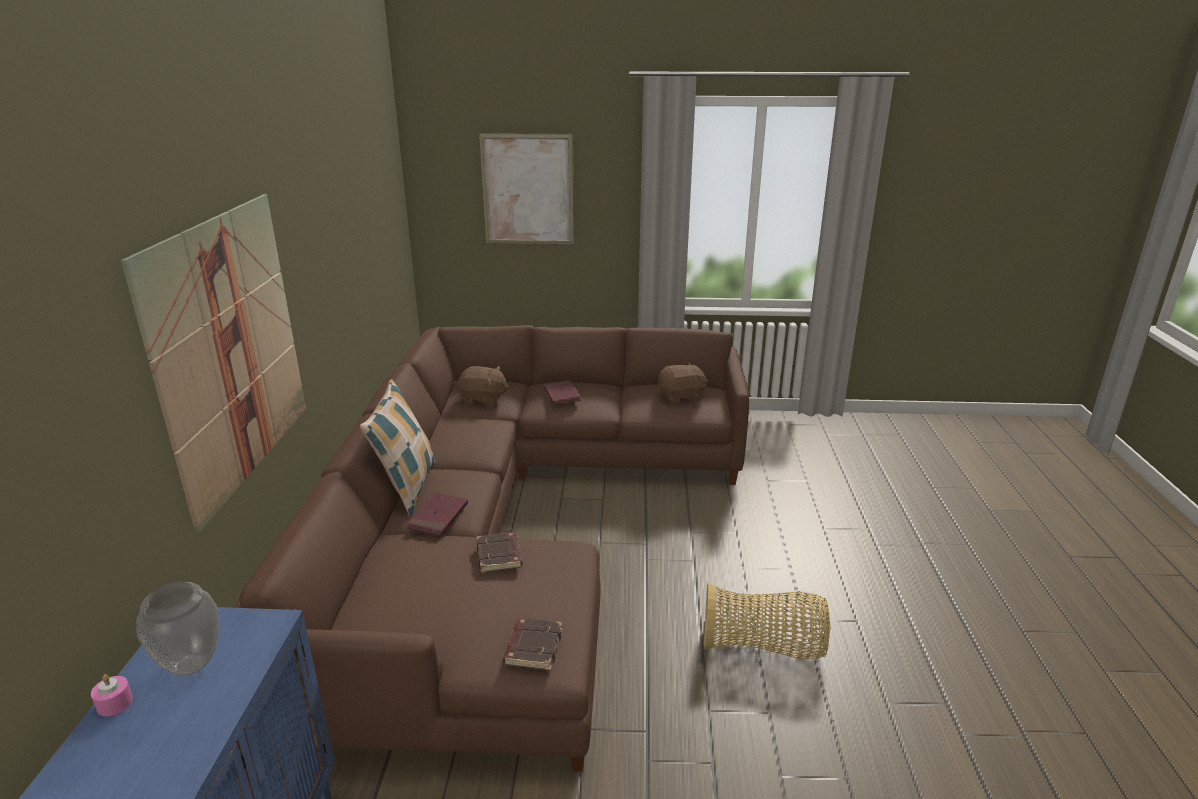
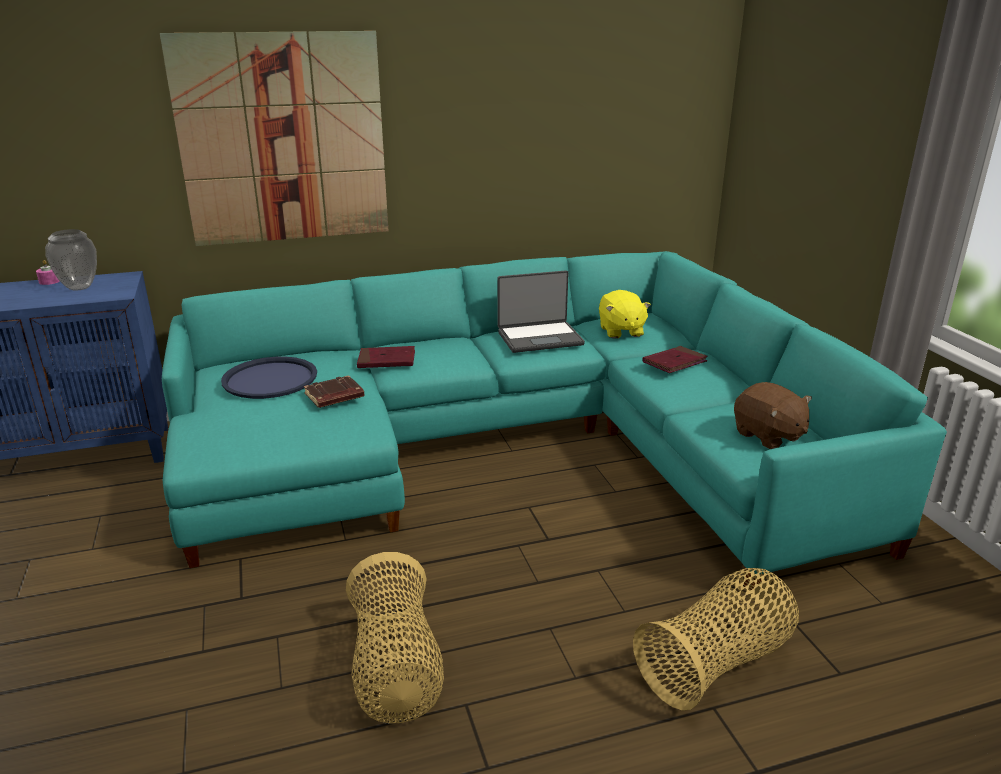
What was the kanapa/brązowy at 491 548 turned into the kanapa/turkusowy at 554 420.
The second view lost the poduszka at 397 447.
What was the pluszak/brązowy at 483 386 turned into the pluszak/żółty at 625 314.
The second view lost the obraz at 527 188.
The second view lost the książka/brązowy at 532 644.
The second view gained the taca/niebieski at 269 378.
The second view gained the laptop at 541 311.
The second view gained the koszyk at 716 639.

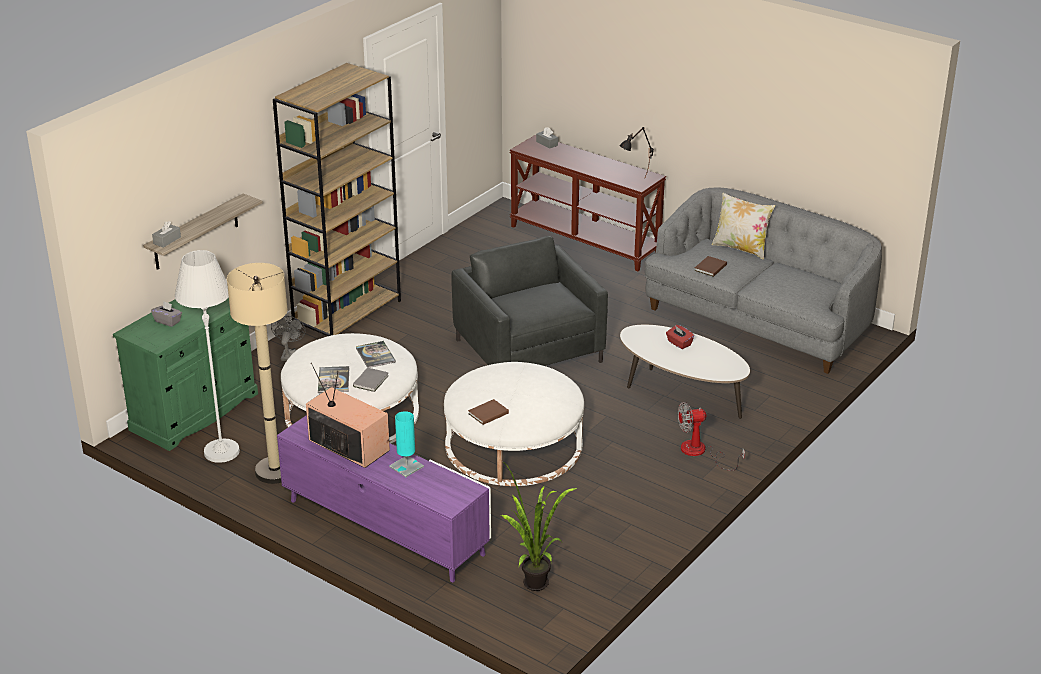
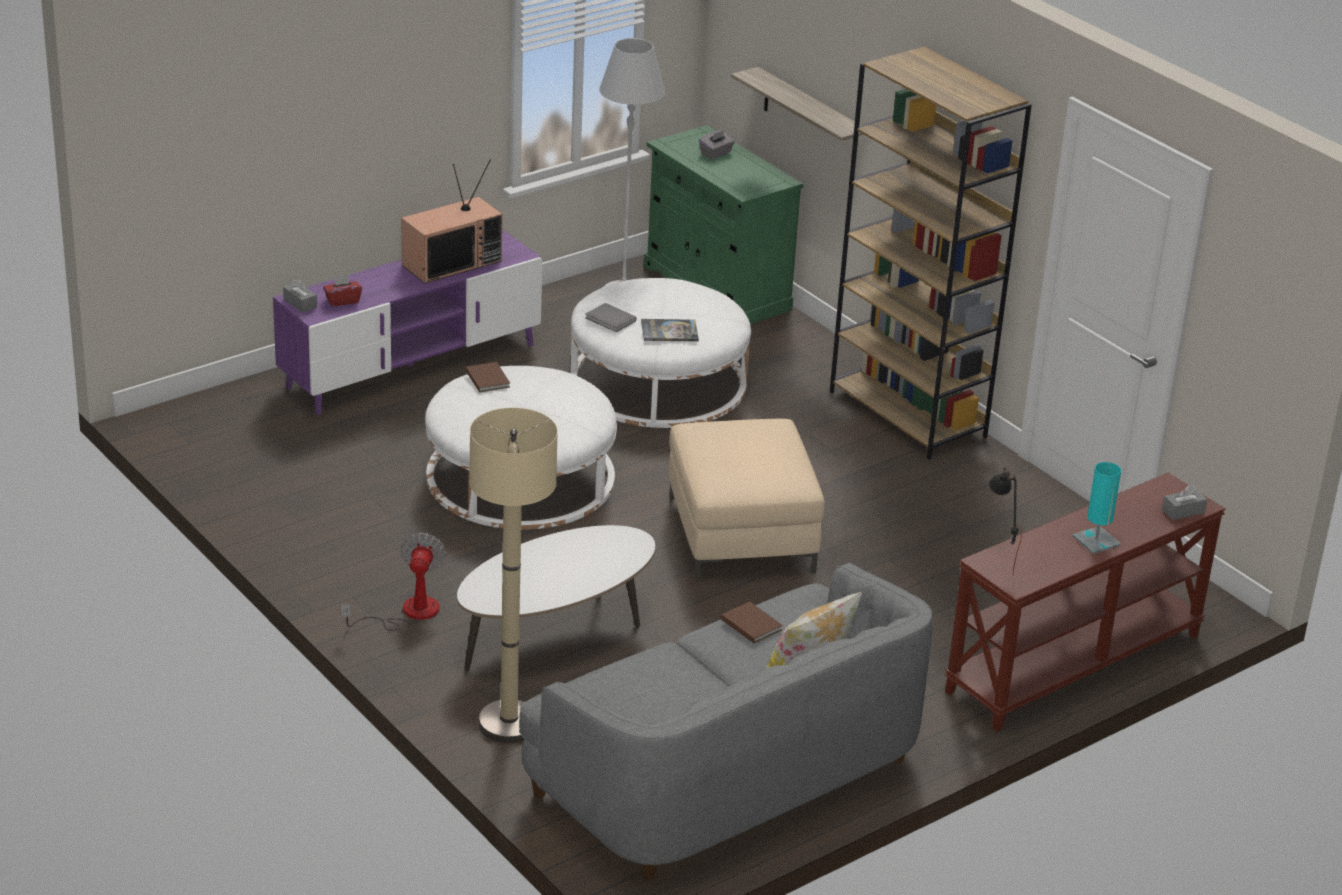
The pudełko chusteczek/szary ended up elsewhere, having gone from 166 234 to 300 295.
The lampa stojąca/beżowy ended up elsewhere, having gone from 257 373 to 513 575.
The second view lost the wentylator/szary at 288 338.
The second view lost the książka at 333 379.
The lampa stołowa/turkusowy ended up elsewhere, having gone from 406 444 to 1096 508.
Where the fotel/szary stood at 529 301, the pufa/beżowy came to stand at 747 500.
The second view lost the roślina doniczkowa at 539 526.
The pudełko chusteczek/czerwony ended up elsewhere, having gone from 680 337 to 342 290.

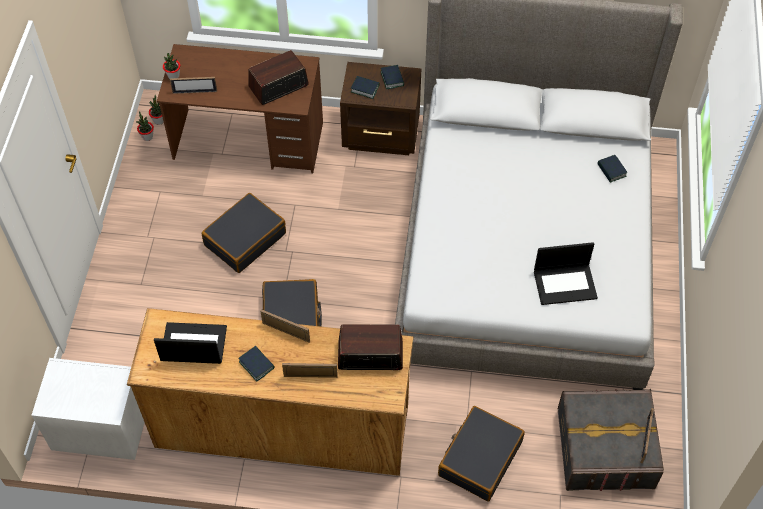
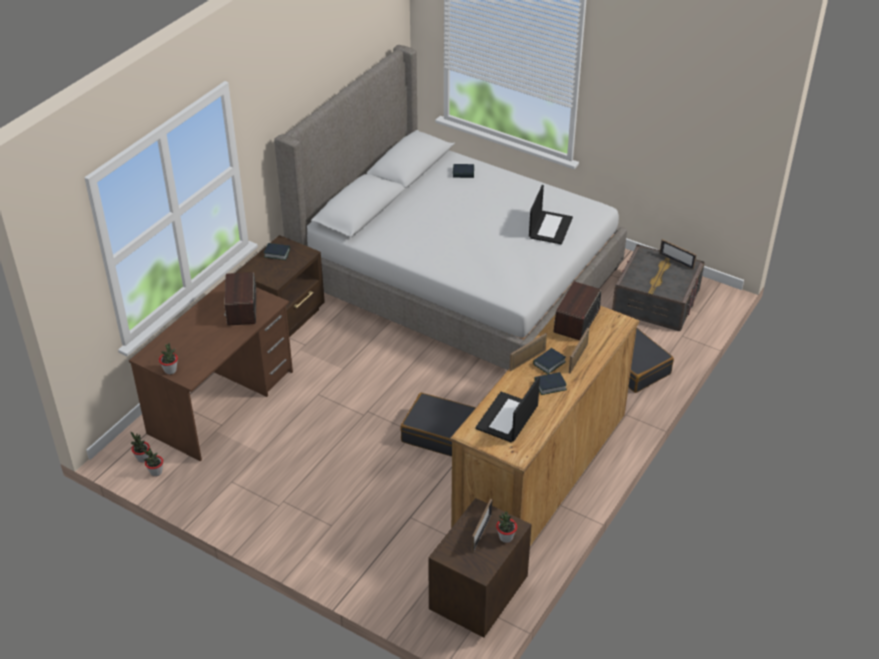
What was the szafka nocna/biały at 87 409 turned into the szafka nocna/brązowy at 480 568.
The ramka na zdjęcie ended up elsewhere, having gone from 193 85 to 482 526.
The second view lost the walizka/czarny at 244 233.
The książka ended up elsewhere, having gone from 365 87 to 549 361.
The second view gained the roślina doniczkowa at 506 527.

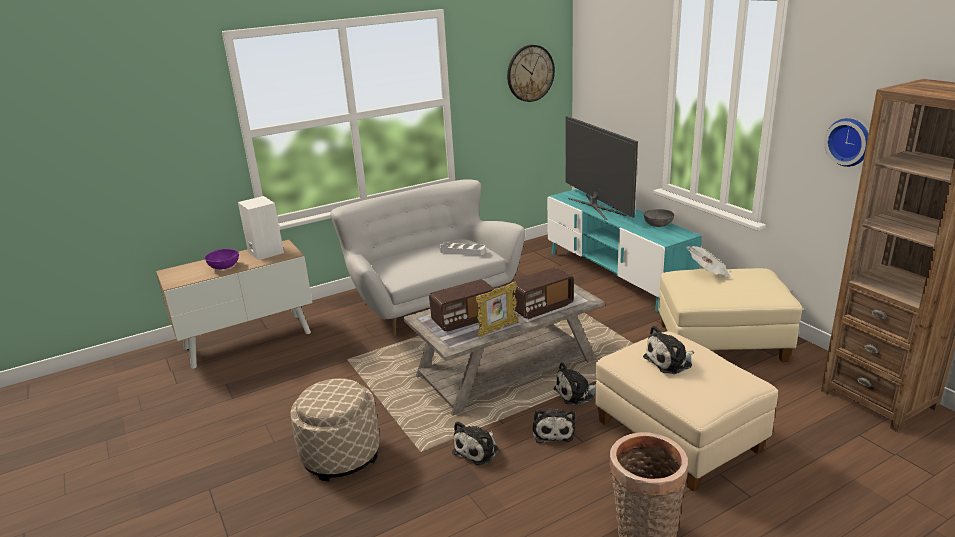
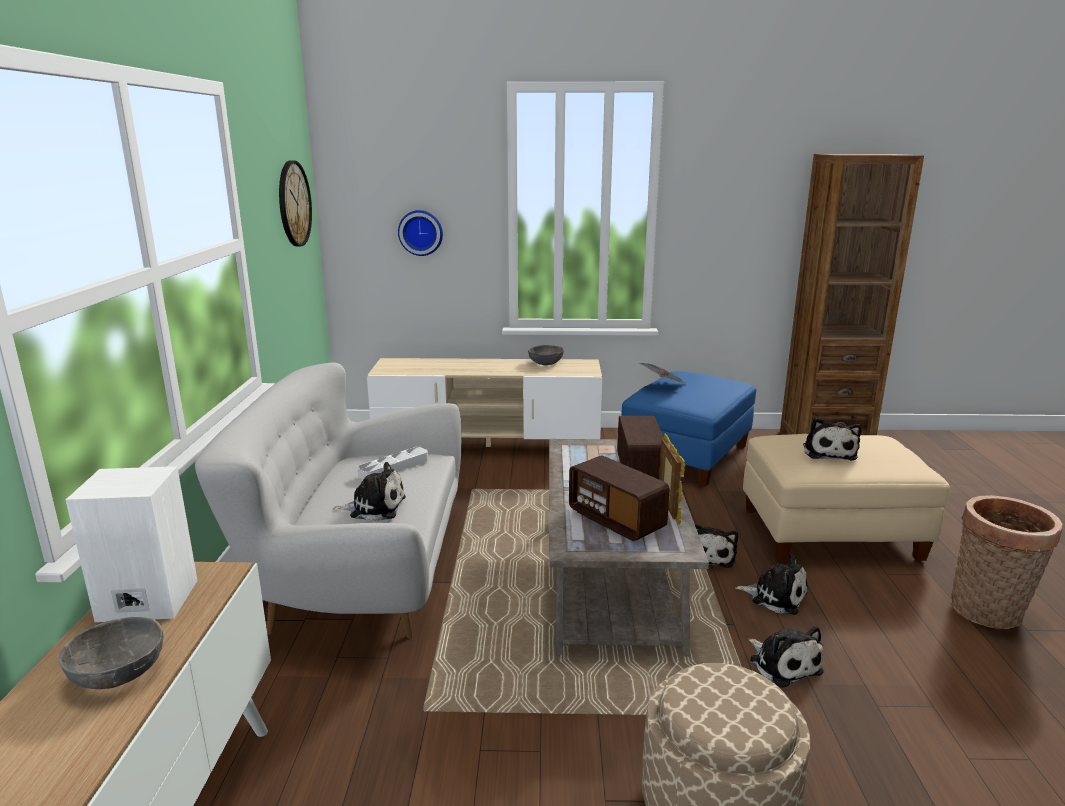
What was the miska/fioletowy at 222 259 turned into the miska/szary at 111 653.
The radio at 461 305 ended up facing another way, 135 degrees clockwise from before.
What was the szafka pod telewizor/turkusowy at 624 250 turned into the szafka pod telewizor/beżowy at 484 402.
The second view lost the telewizor at 602 168.
What was the pufa/beżowy at 730 315 turned into the pufa/niebieski at 688 429.
The zegar ścienny ended up elsewhere, having gone from 846 142 to 420 233.
The second view gained the pluszak at 369 491.

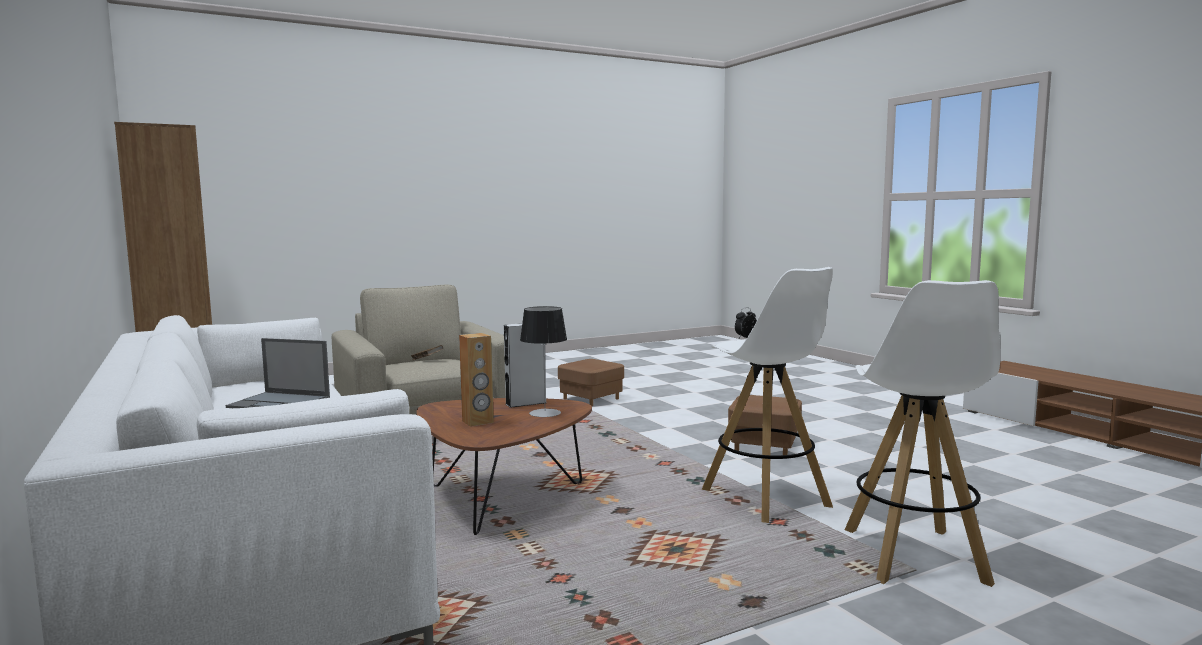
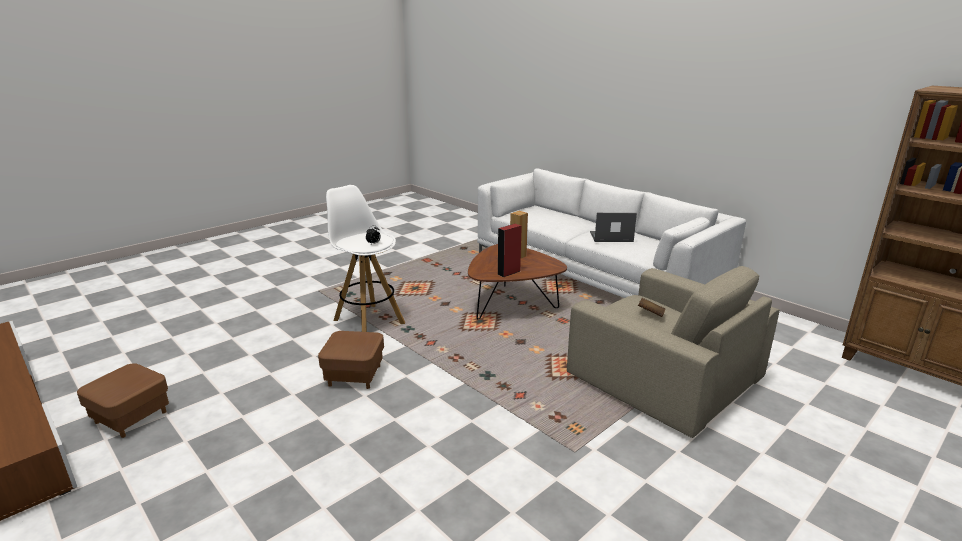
What was the głośnik/szary at 525 365 turned into the głośnik/czerwony at 509 250.
The second view lost the lampa stołowa at 543 361.
The pufa/brązowy ended up elsewhere, having gone from 591 382 to 123 400.
The second view lost the stołek/biały at 923 433.

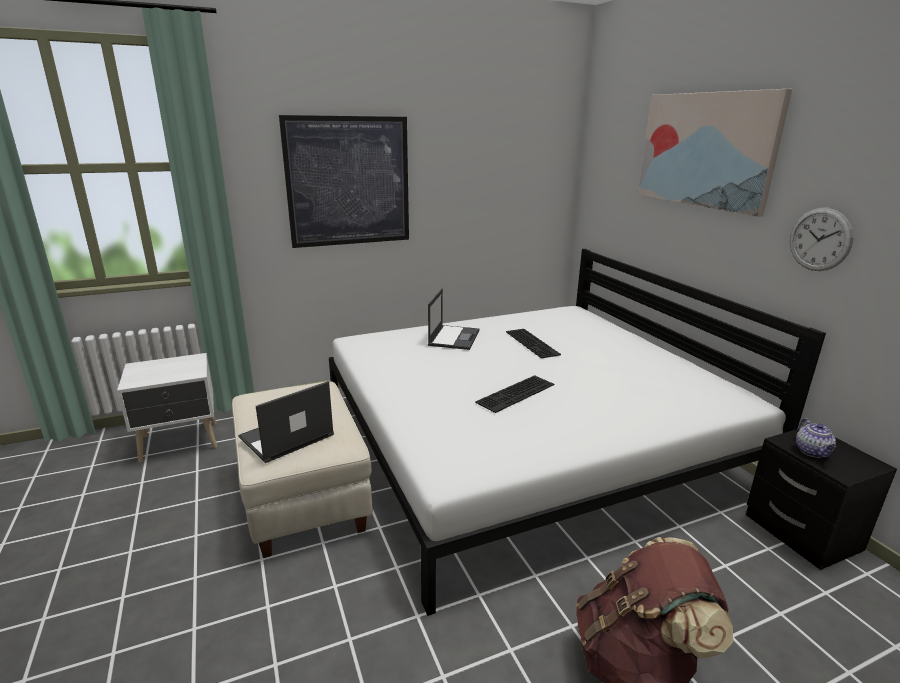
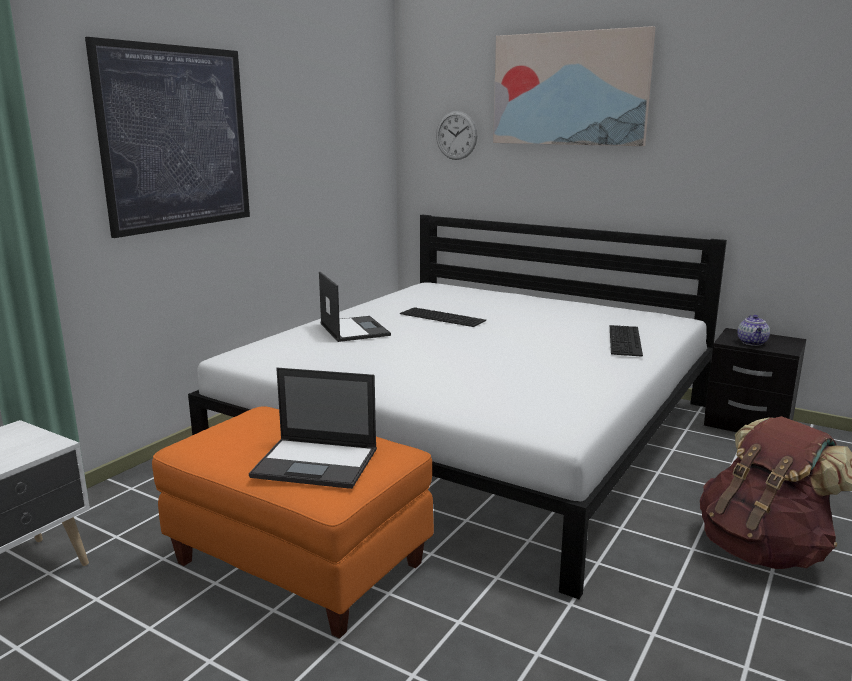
What was the pufa/beżowy at 302 469 turned into the pufa/pomarańczowy at 293 522.
The laptop at 286 422 ended up facing another way, 90 degrees counterclockwise from before.
The klawiatura ended up elsewhere, having gone from 514 394 to 626 341.
The zegar ścienny ended up elsewhere, having gone from 822 239 to 456 135.
The imbryk at 816 438 ended up facing another way, 45 degrees clockwise from before.

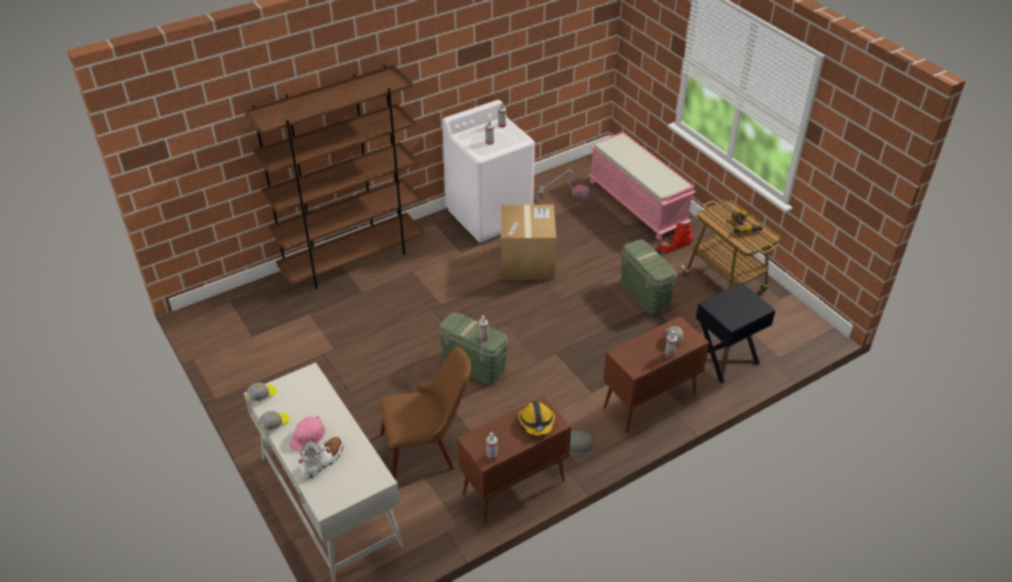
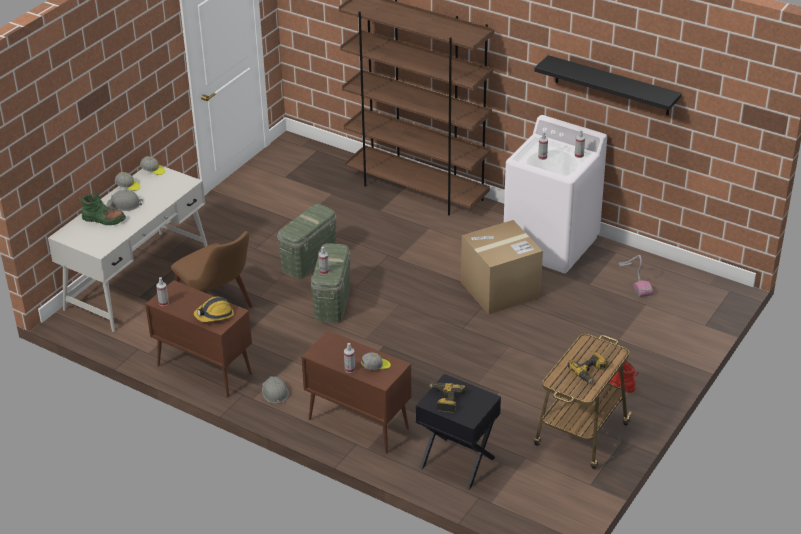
What was the kask/różowy at 308 434 turned into the kask/szary at 124 200.
What was the but z cholewką/biały at 321 458 turned into the but z cholewką/zielony at 102 209.
The second view lost the ławka/różowy at 642 186.
The pojemnik do przechowywania/zielony ended up elsewhere, having gone from 649 277 to 306 241.
The second view gained the wiertarka at 447 398.
The second view gained the półka/czarny at 608 85.

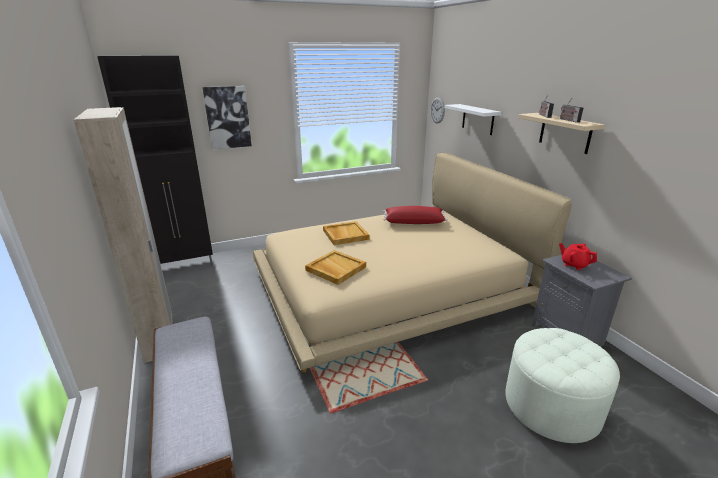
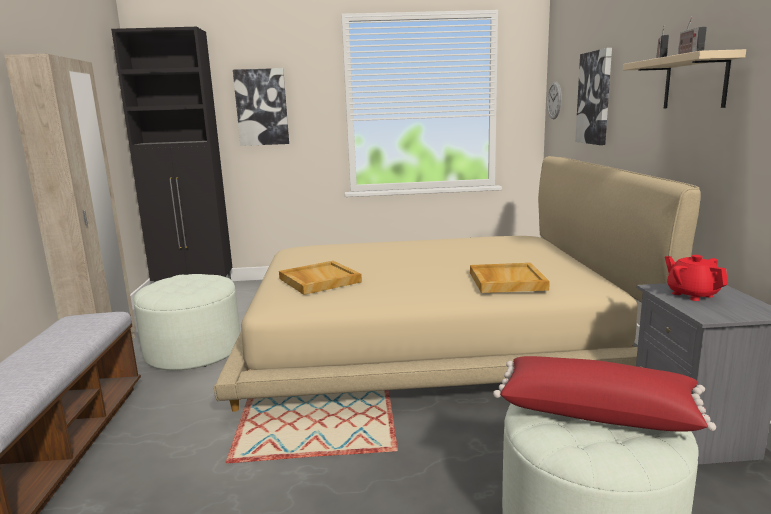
The taca/beżowy ended up elsewhere, having gone from 346 233 to 510 278.
The poduszka/czerwony ended up elsewhere, having gone from 415 215 to 604 394.
Where the półka/biały hung at 472 119, the obraz came to hang at 593 96.
The second view gained the pufa/biały at 186 322.

